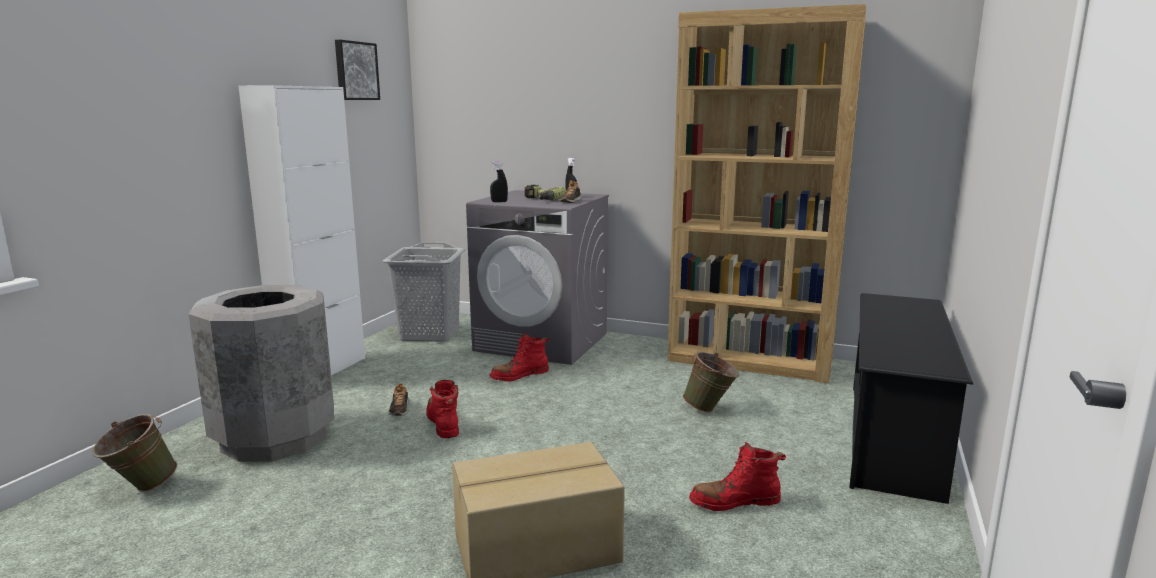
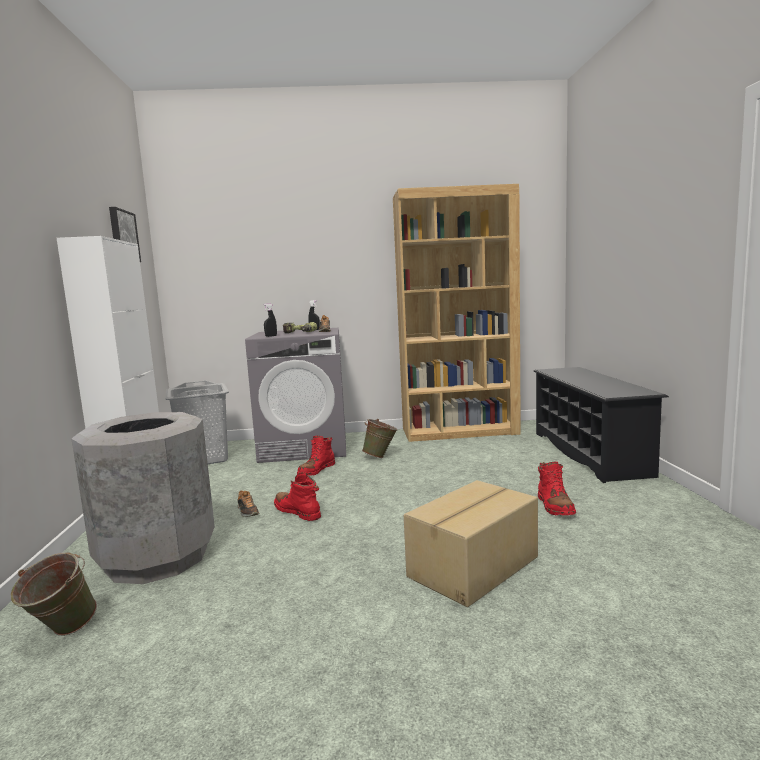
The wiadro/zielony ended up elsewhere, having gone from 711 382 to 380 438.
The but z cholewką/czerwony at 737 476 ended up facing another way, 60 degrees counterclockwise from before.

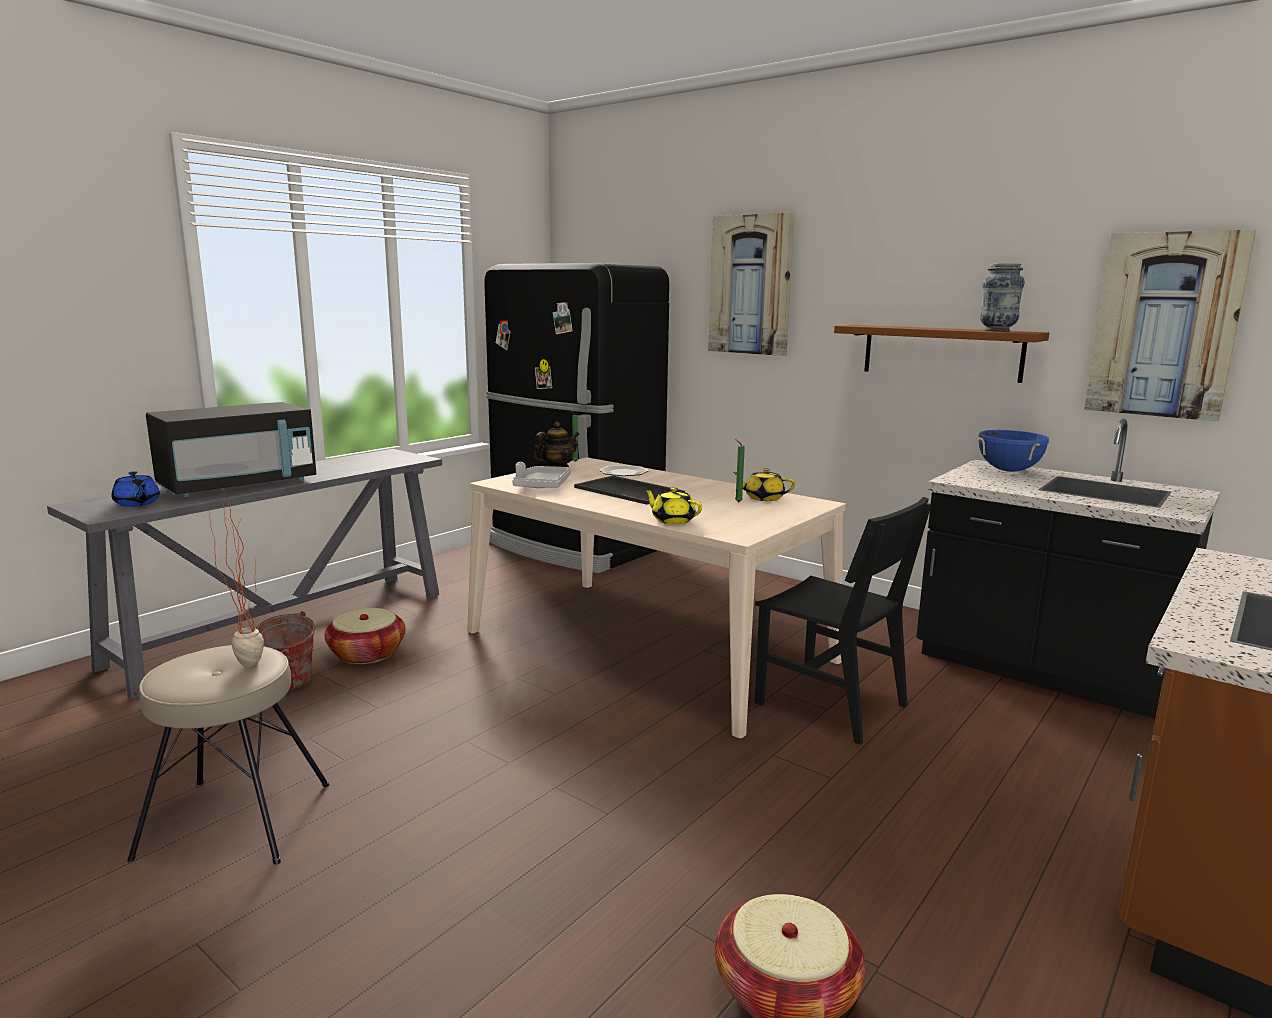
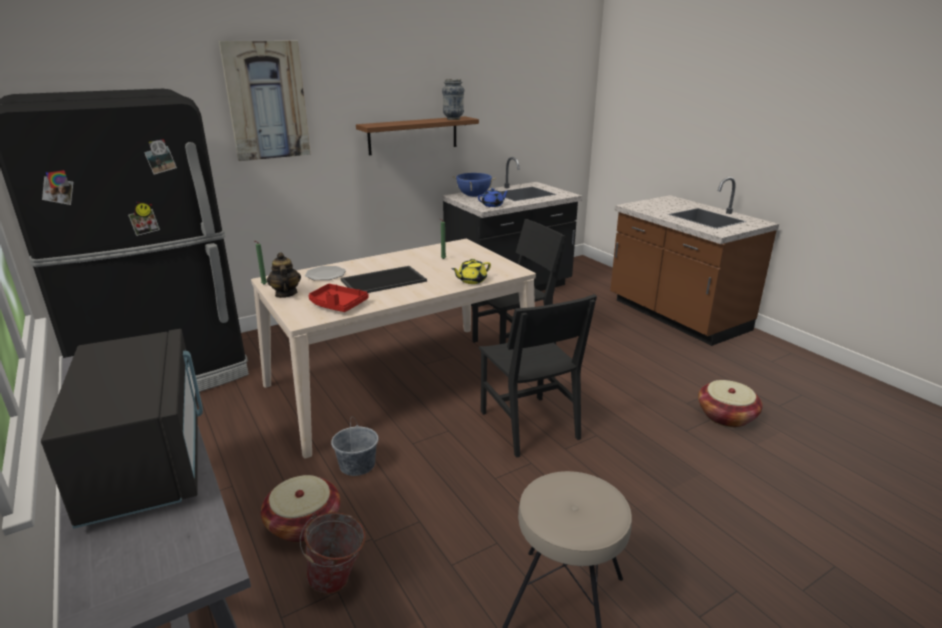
The imbryk/niebieski ended up elsewhere, having gone from 135 489 to 493 197.
The second view lost the roślina doniczkowa at 237 578.
What was the taca/szary at 541 475 turned into the taca/czerwony at 339 298.
The second view lost the imbryk/żółty at 764 484.
The second view lost the obraz at 1170 325.
The second view gained the wiadro/szary at 355 446.
The second view gained the krzesło/czarny at 538 376.

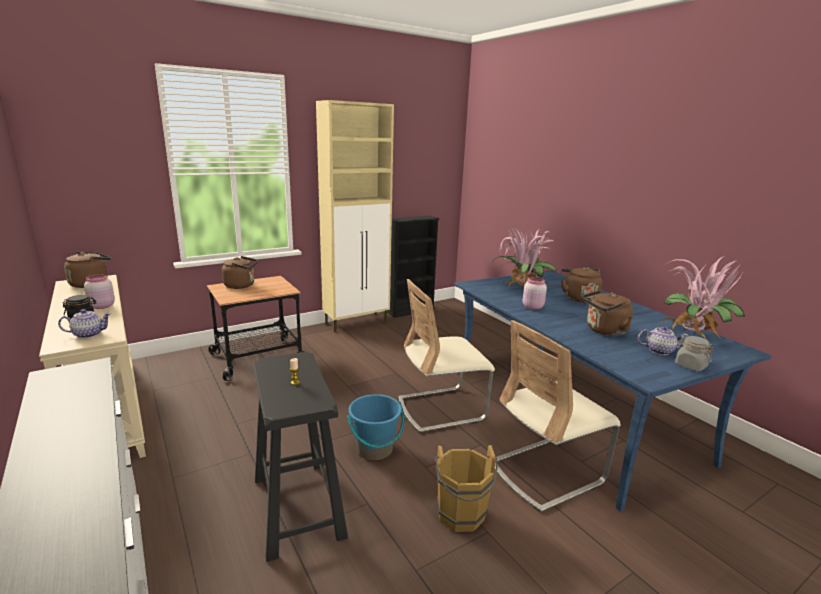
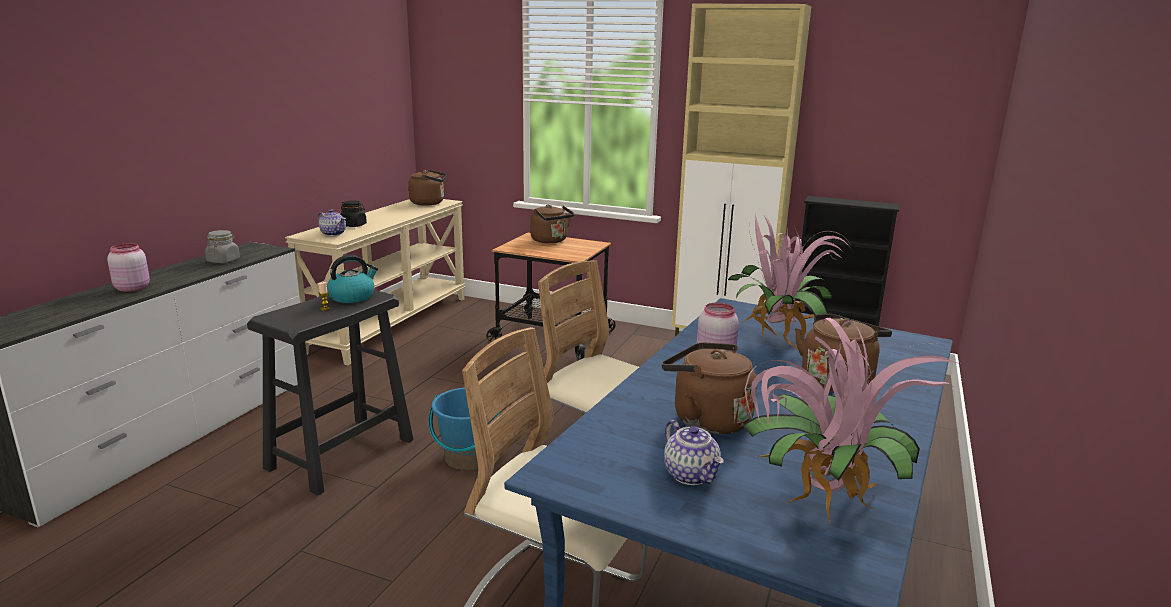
The słoik/różowy ended up elsewhere, having gone from 99 291 to 128 267.
The second view lost the wiadro/brązowy at 466 488.
The słoik/szary ended up elsewhere, having gone from 694 353 to 222 246.
The second view gained the czajnik at 352 279.

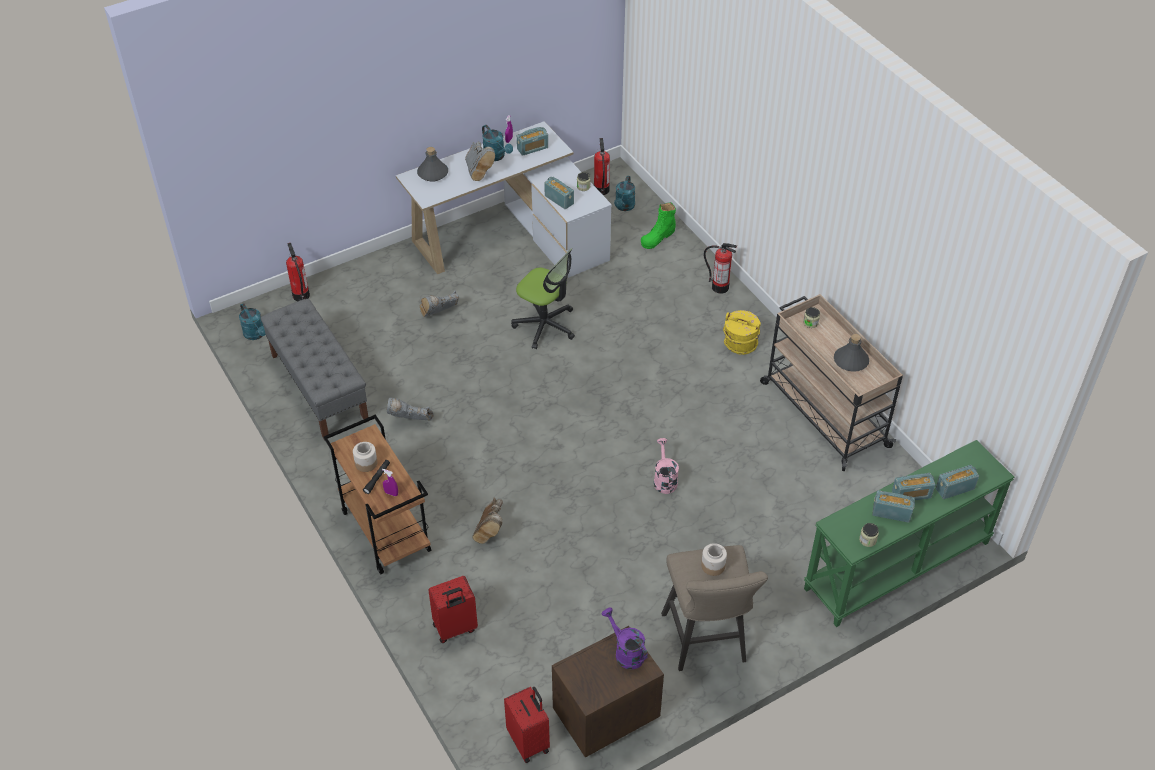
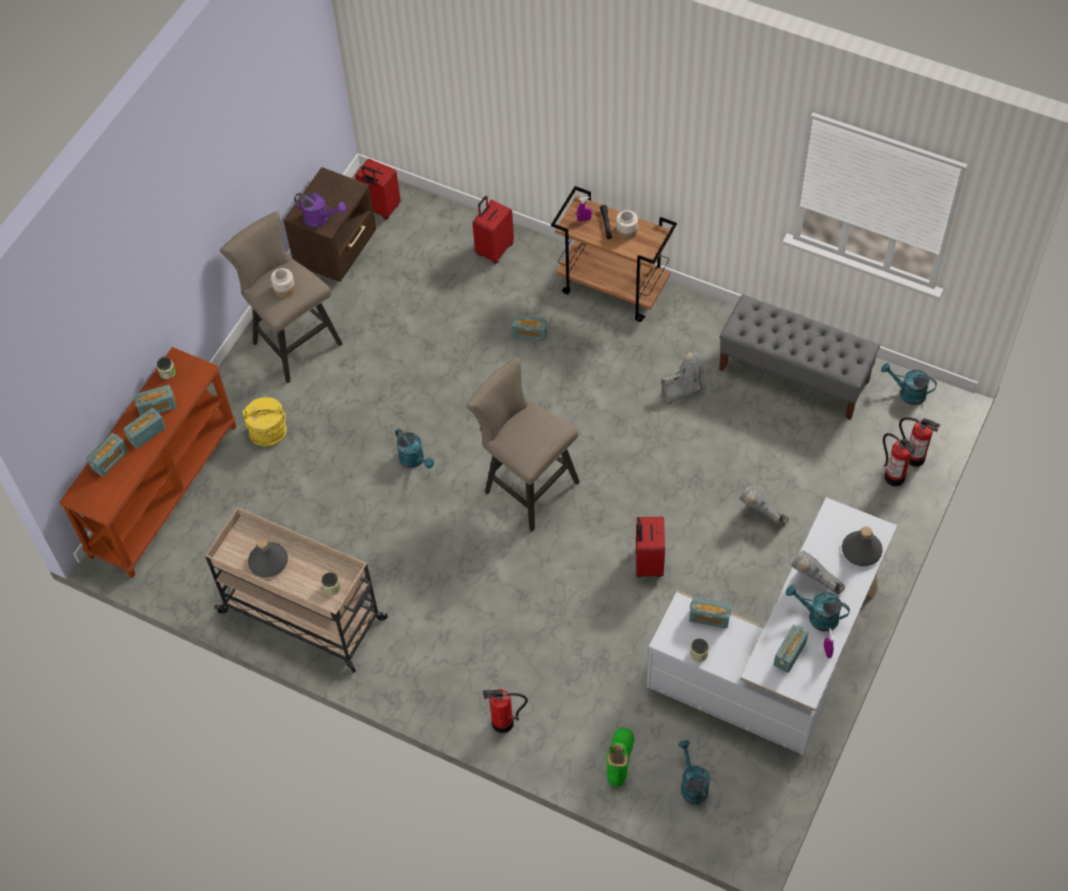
The but z cholewką/szary at 439 303 ended up facing another way, 75 degrees counterclockwise from before.
Where the but z cholewką/brązowy stood at 488 521, the radio came to stand at 529 328.
Where the krzesło biurowe stood at 543 298, the walizka/czerwony came to stand at 650 547.
The gaśnica ended up elsewhere, having gone from 602 166 to 900 459.
What was the konewka/różowy at 666 466 turned into the konewka/turkusowy at 414 448.
The wiadro/żółty ended up elsewhere, having gone from 742 332 to 264 422.
What was the stolik konsolowy/zielony at 909 533 turned into the stolik konsolowy/brązowy at 147 462.
The second view gained the stołek/beżowy at 523 444.

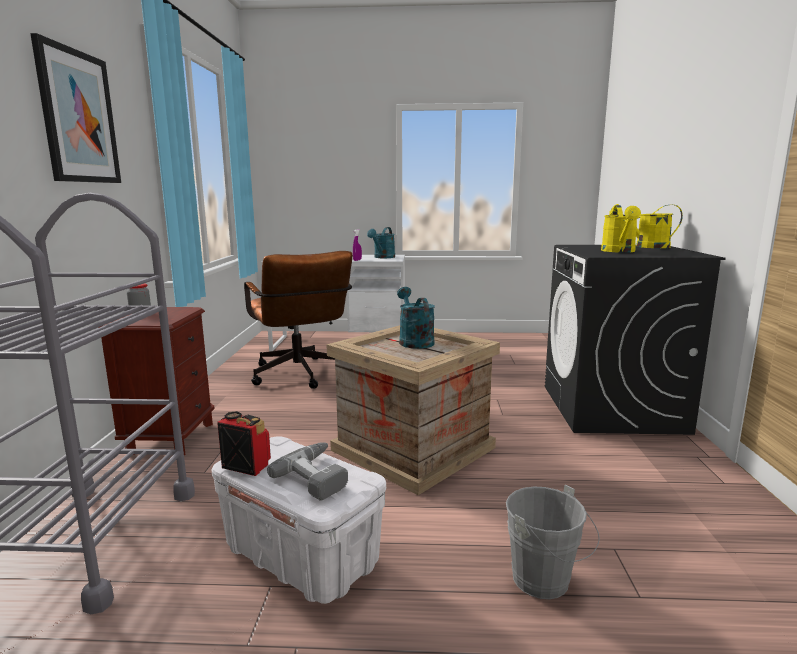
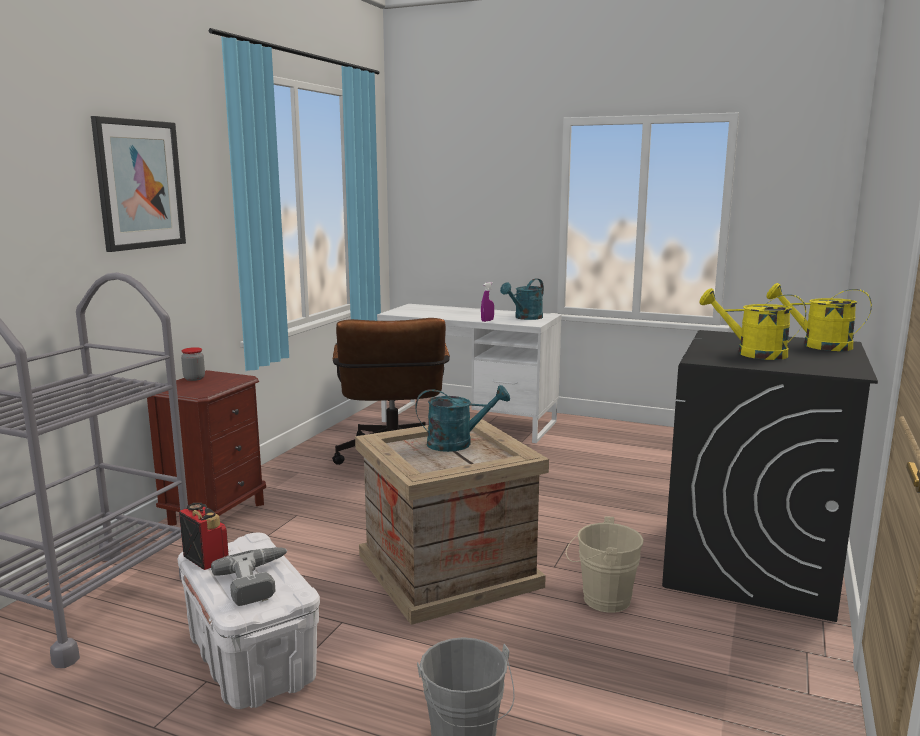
The konewka/turkusowy at 416 318 ended up facing another way, 75 degrees clockwise from before.
The konewka/żółty at 621 229 ended up facing another way, 90 degrees clockwise from before.
The second view gained the wiadro/beżowy at 605 564.

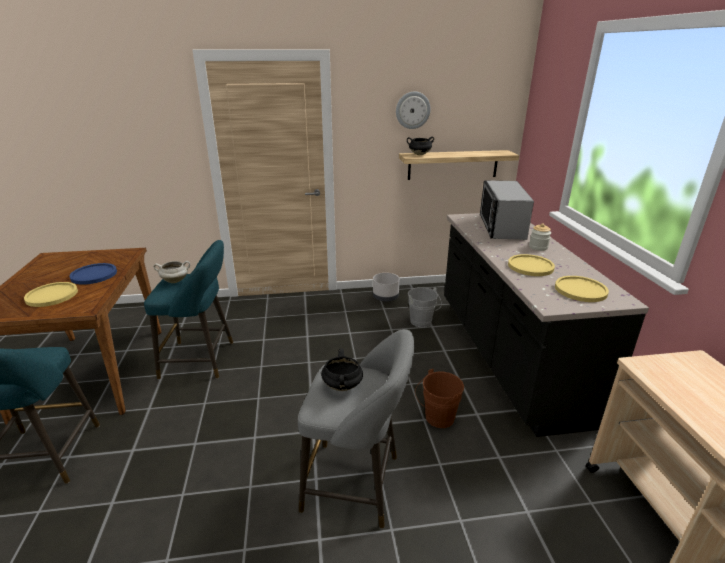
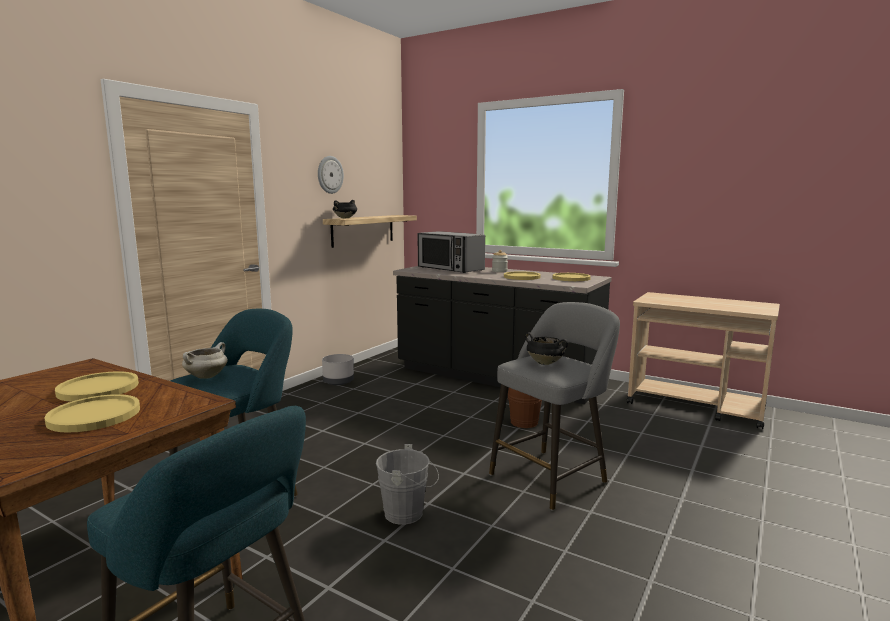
What was the talerz/niebieski at 93 274 turned into the talerz/żółty at 97 386.
The wiadro/szary ended up elsewhere, having gone from 425 307 to 407 484.

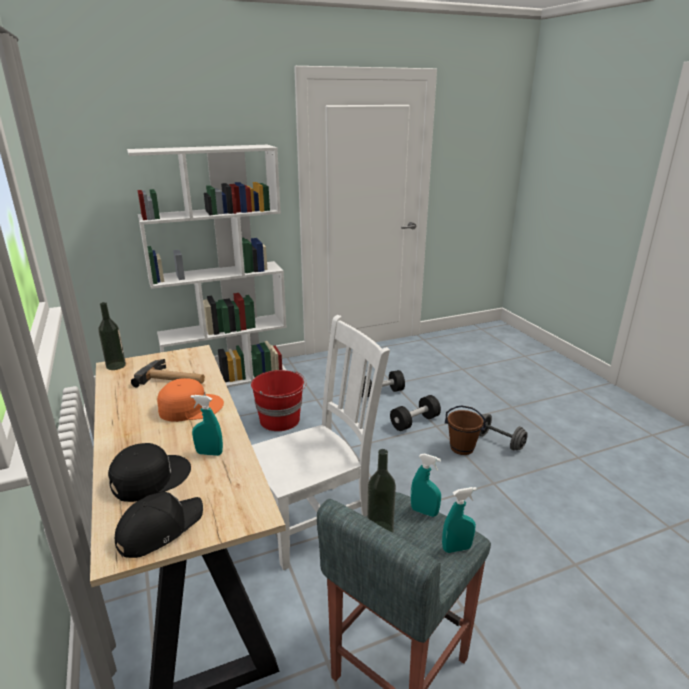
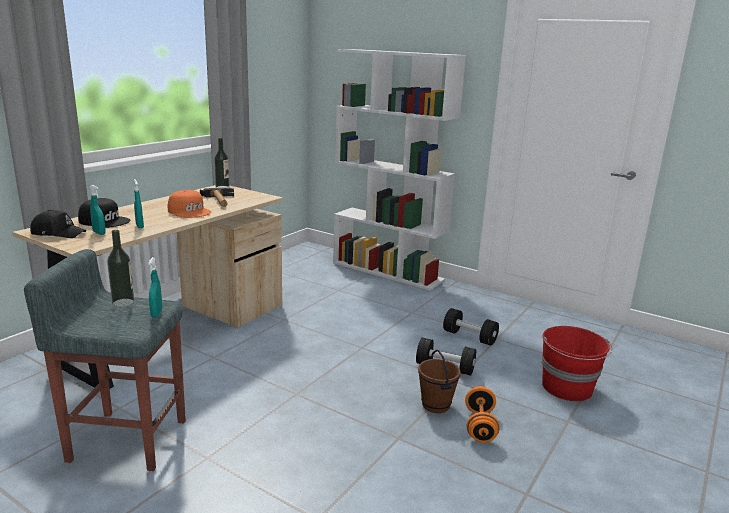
The wiadro/czerwony ended up elsewhere, having gone from 278 400 to 577 363.
The second view lost the krzesło/biały at 321 442.
The spryskiwacz/turkusowy ended up elsewhere, having gone from 459 520 to 98 210.
What was the hantel/szary at 503 432 turned into the hantel/pomarańczowy at 482 414.

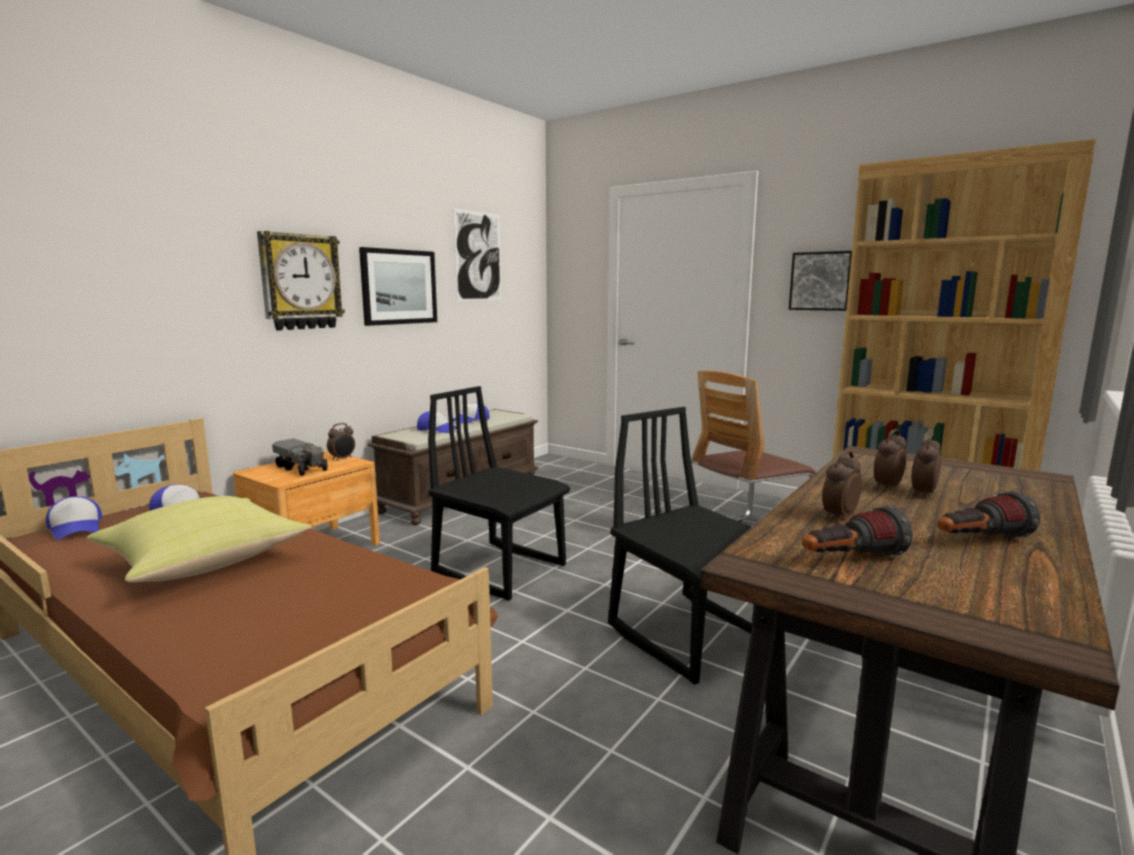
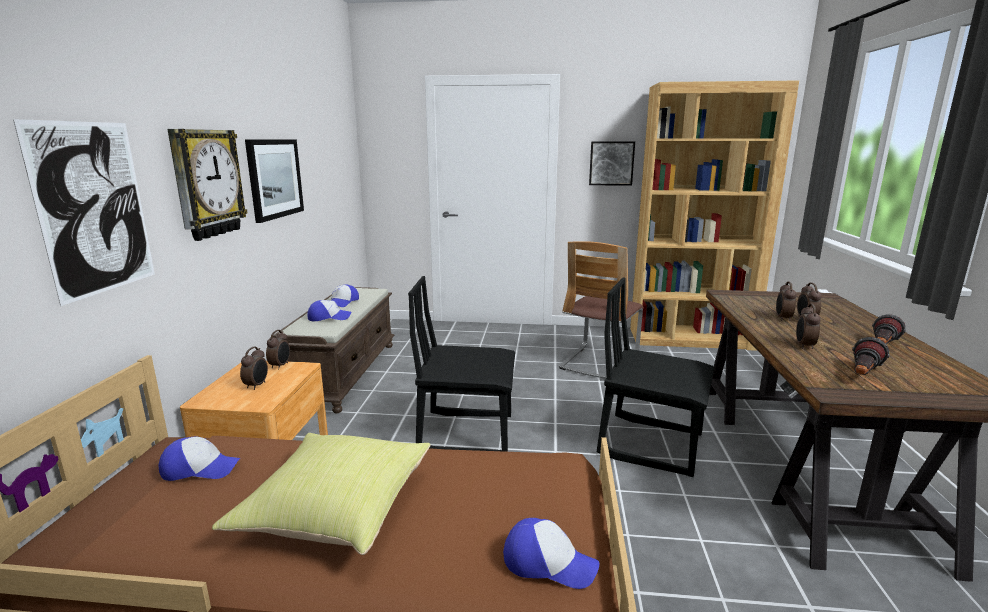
The czapka z daszkiem ended up elsewhere, having gone from 74 518 to 551 553.
Where the ciężarówka zabawkowa stood at 300 457, the budzik came to stand at 254 368.
The obraz ended up elsewhere, having gone from 477 254 to 84 212.

